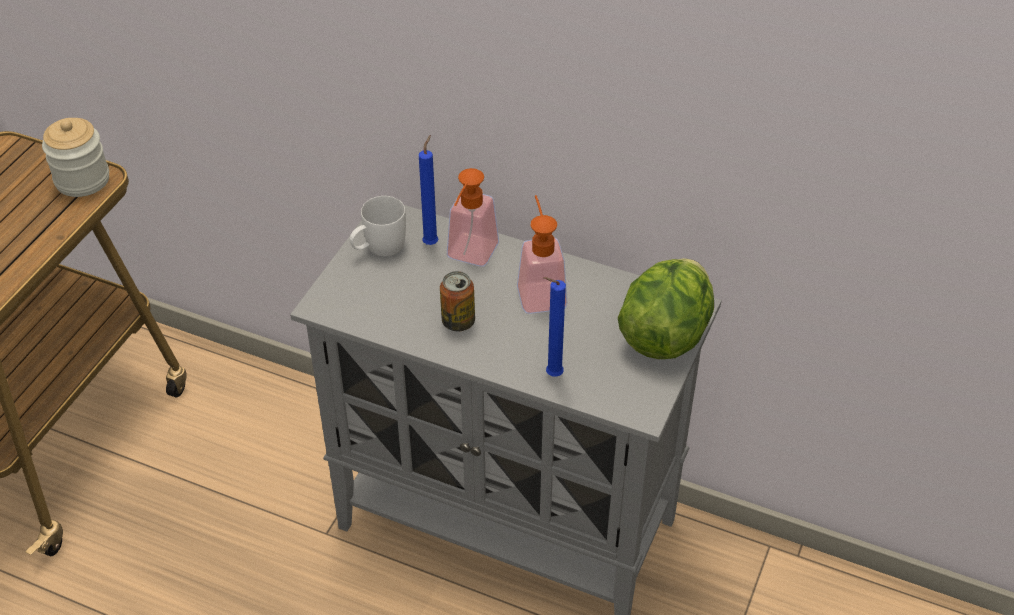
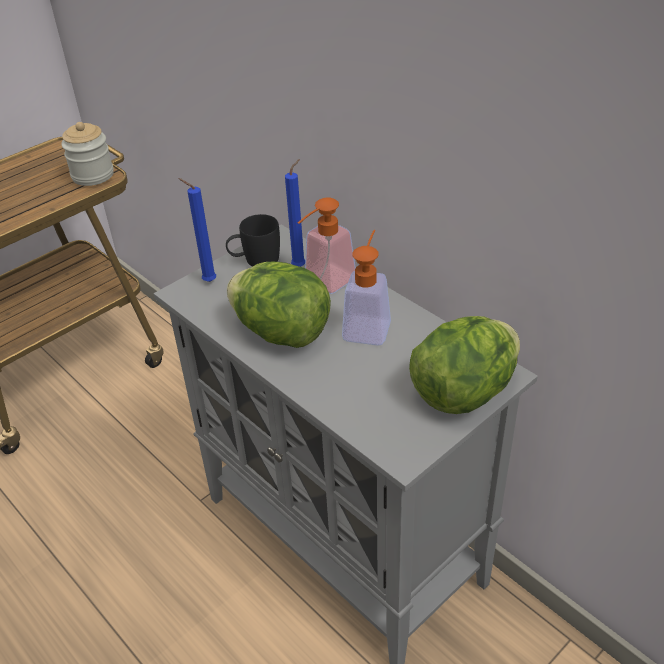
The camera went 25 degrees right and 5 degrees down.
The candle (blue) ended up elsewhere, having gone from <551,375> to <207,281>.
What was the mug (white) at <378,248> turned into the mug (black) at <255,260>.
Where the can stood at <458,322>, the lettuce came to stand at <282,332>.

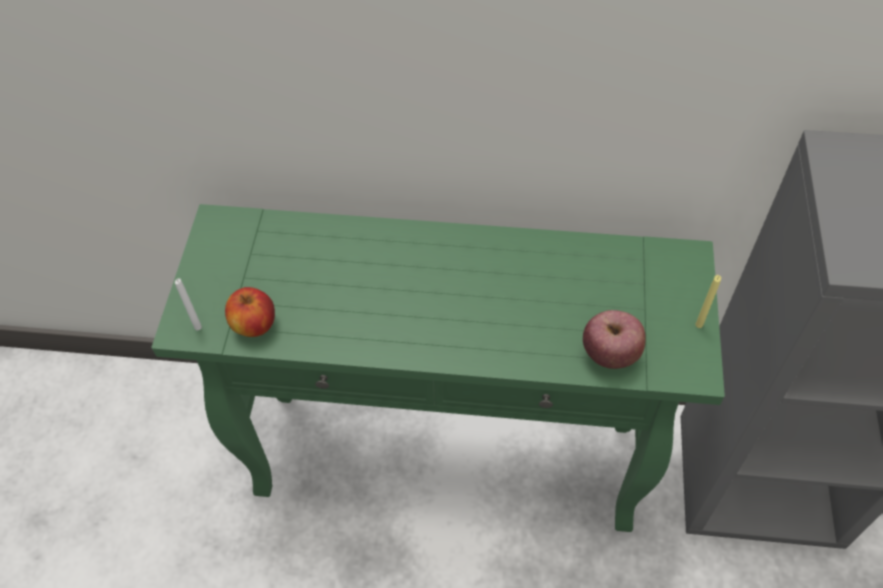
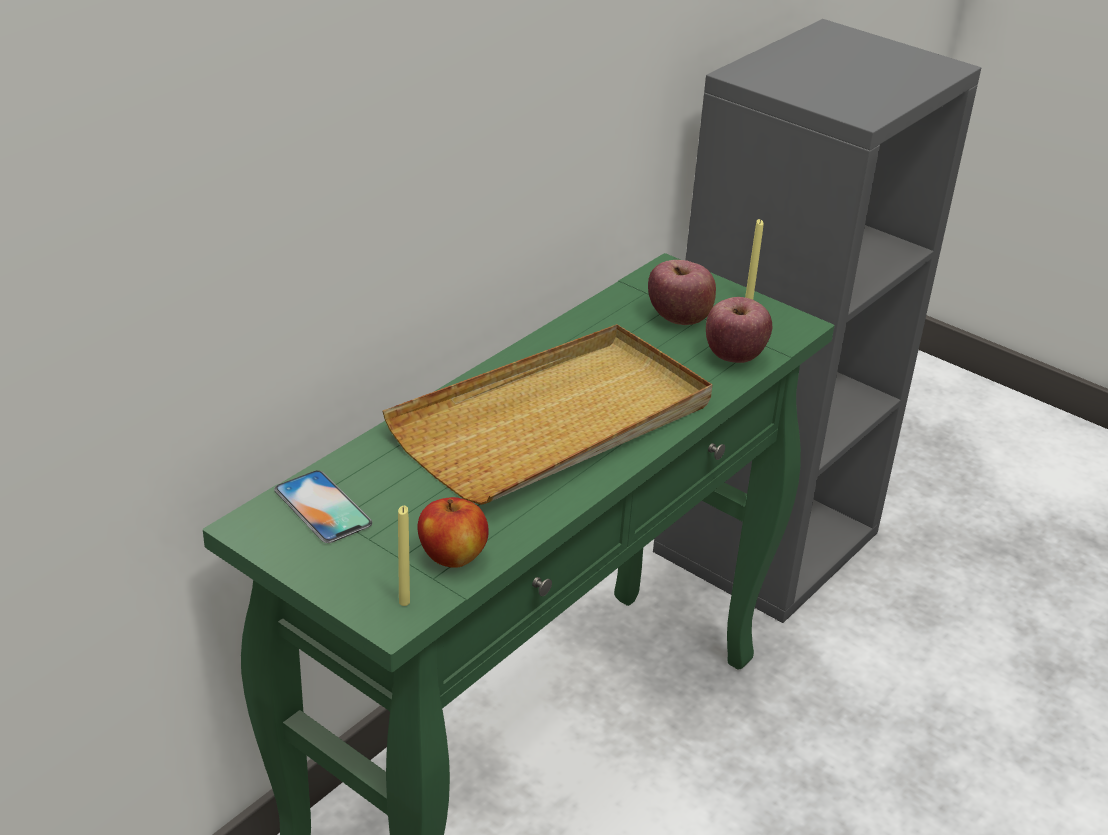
The camera went 60 degrees left and 20 degrees down.
The second view gained the phone at <322,507>.
The second view gained the tray (beige) at <555,422>.
What was the candle (white) at <198,327> turned into the candle (yellow) at <404,602>.
The second view gained the apple at <679,318>.

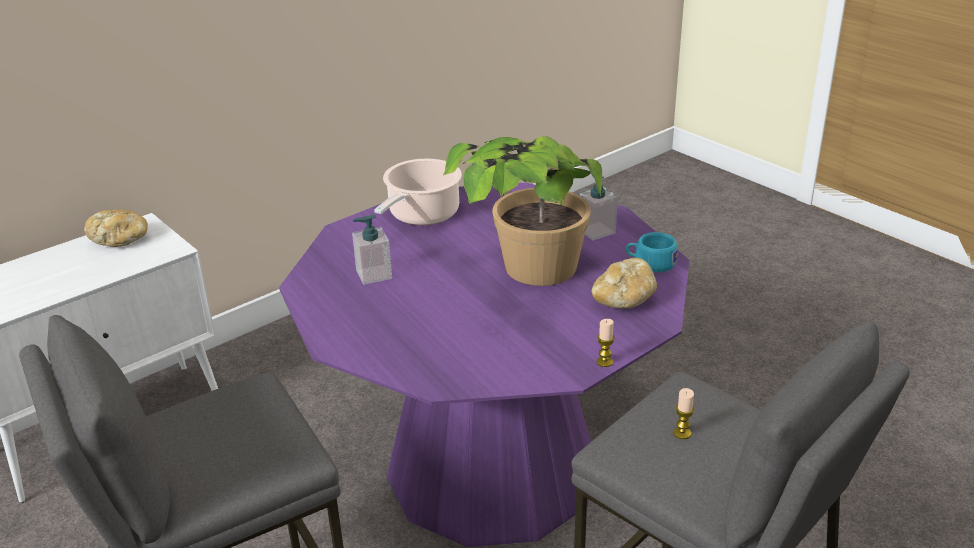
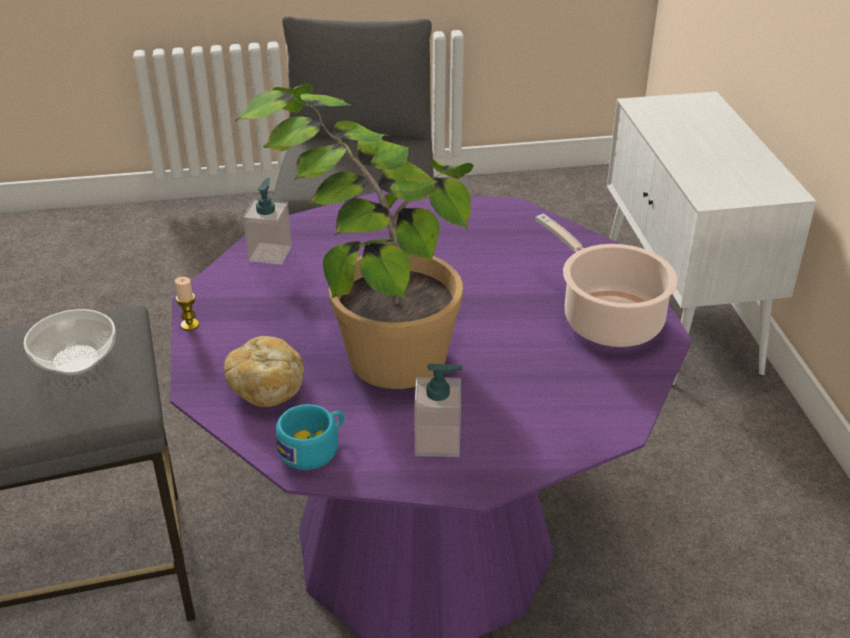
The camera went 120 degrees right and 5 degrees up.
Where the candle stood at <682,433>, the bowl came to stand at <77,360>.
The soap dispenser ended up elsewhere, having gone from <373,274> to <270,253>.
The second view lost the bread at <120,240>.

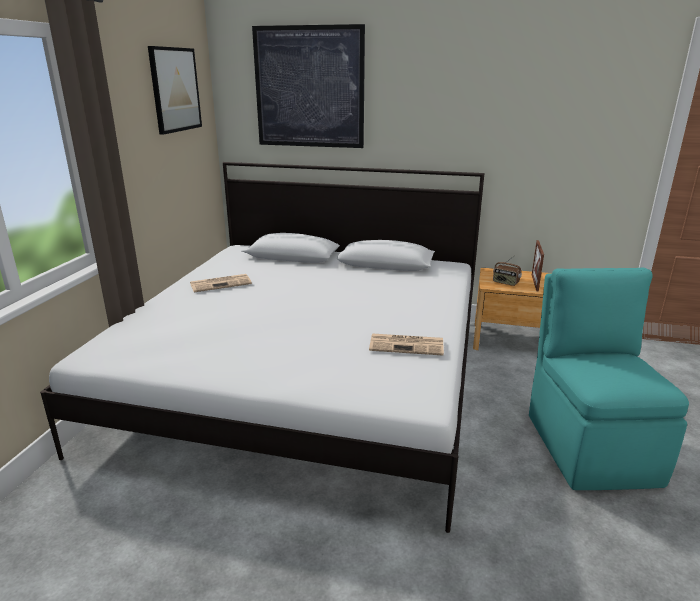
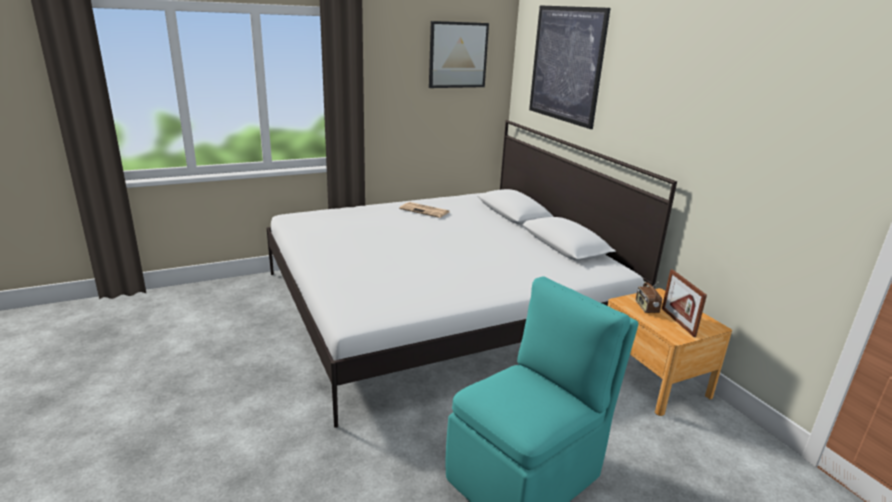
The camera went 50 degrees right and 0 degrees up.
The picture frame at <534,282> ended up facing another way, 75 degrees counterclockwise from before.
The second view lost the newspaper at <407,345>.

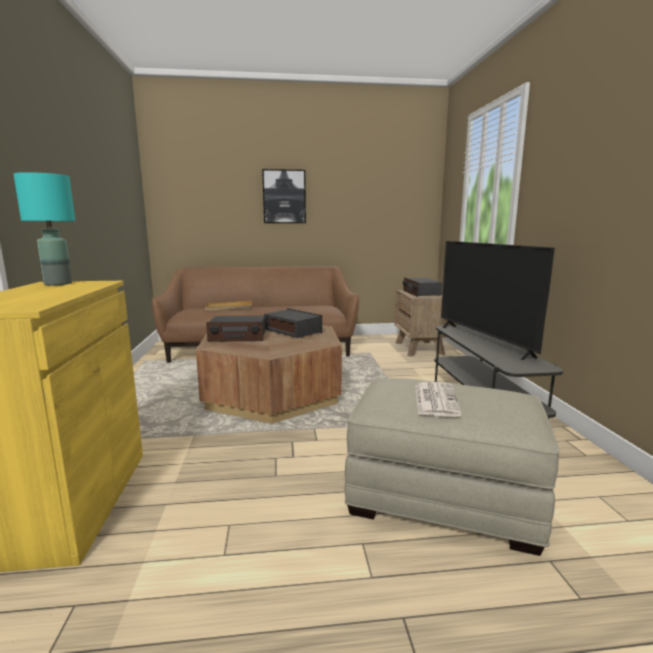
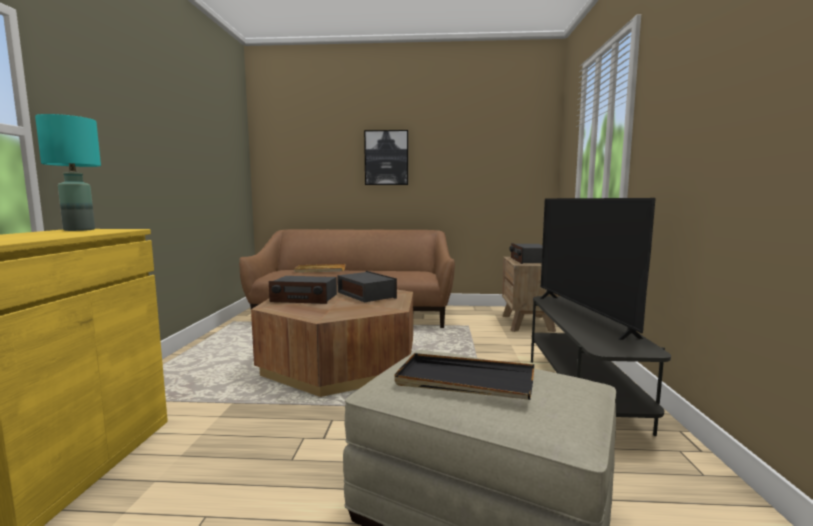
The camera went 10 degrees right and 5 degrees down.
Where the newspaper stood at <435,399>, the tray (black) came to stand at <464,381>.

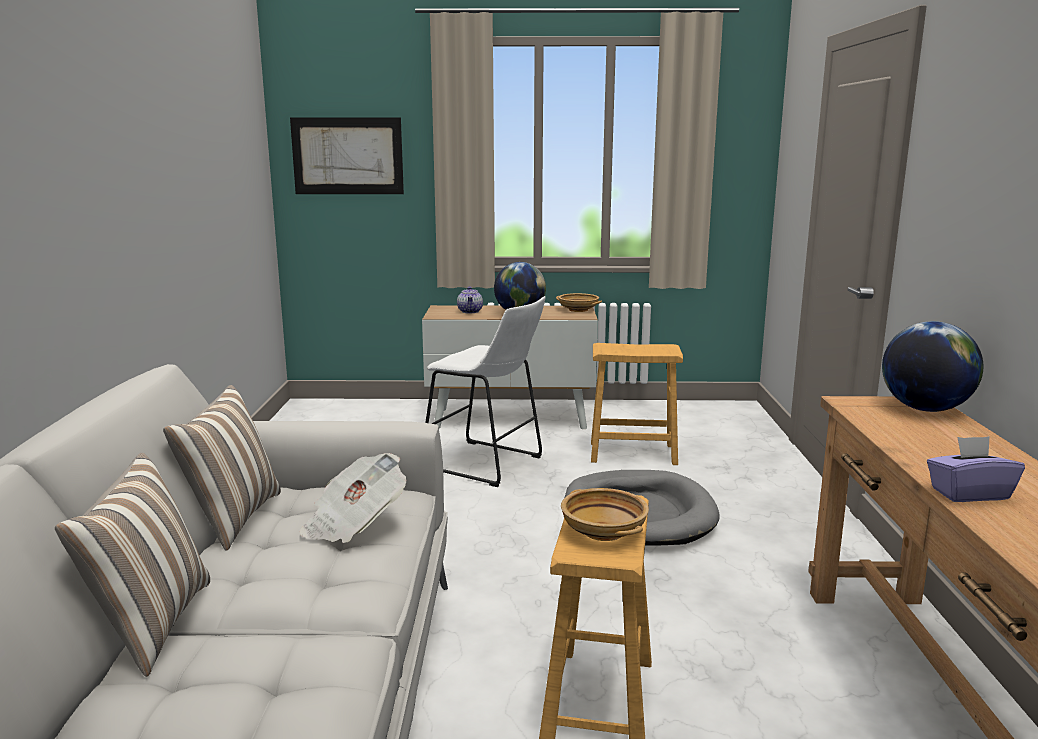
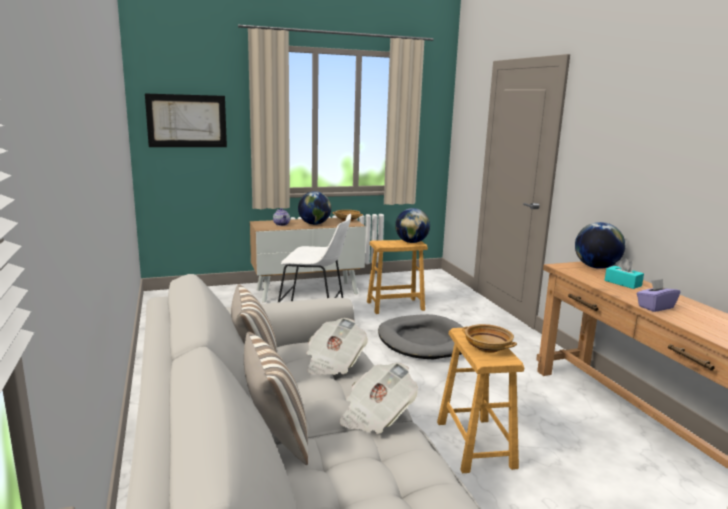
The camera went 20 degrees left and 0 degrees up.
The second view gained the newspaper at <376,415>.
The second view gained the globe at <411,242>.
The second view gained the tissue box (turquoise) at <622,283>.

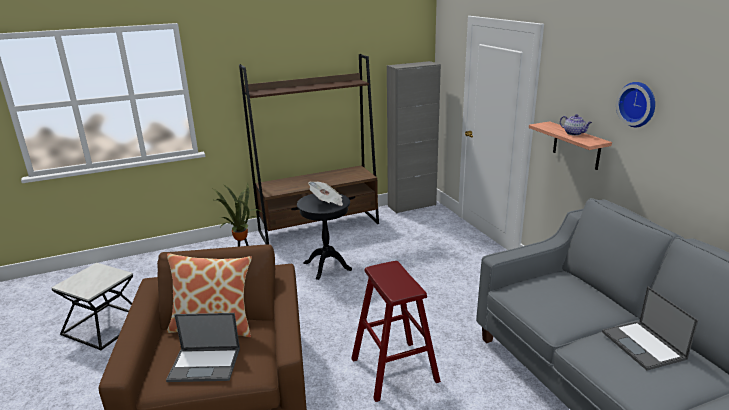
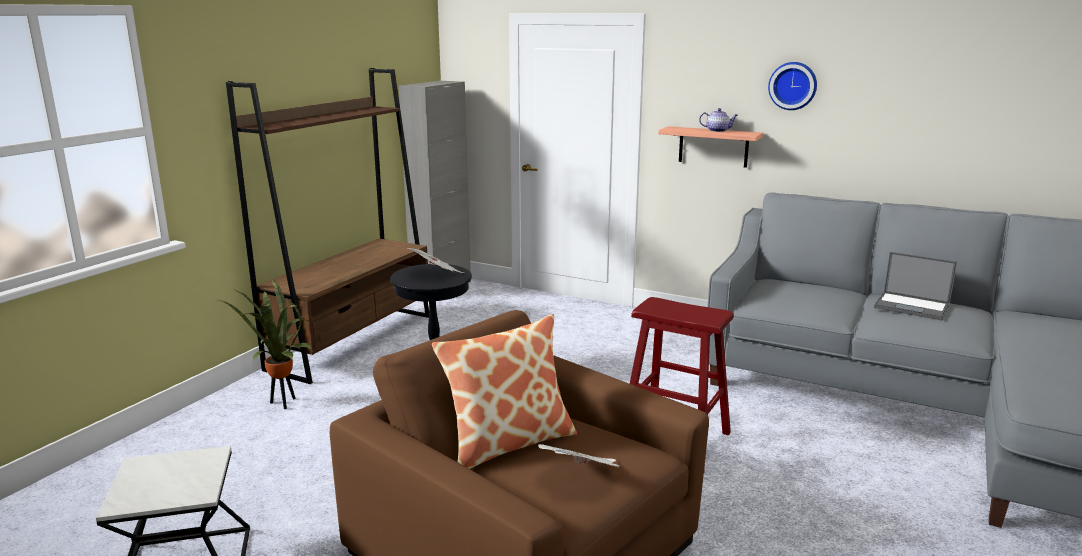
The camera went 40 degrees left and 5 degrees down.
Where the laptop stood at <205,364>, the newspaper came to stand at <582,475>.

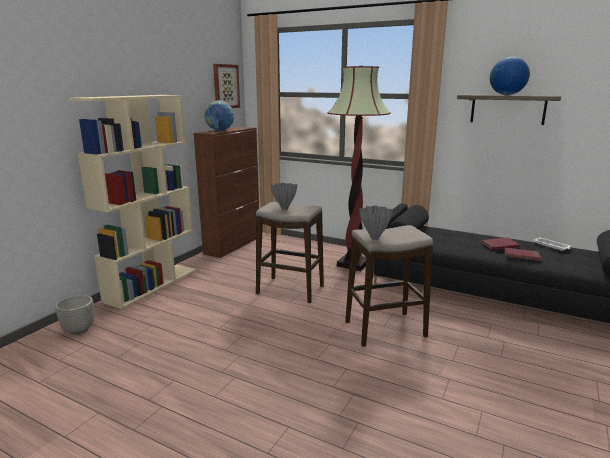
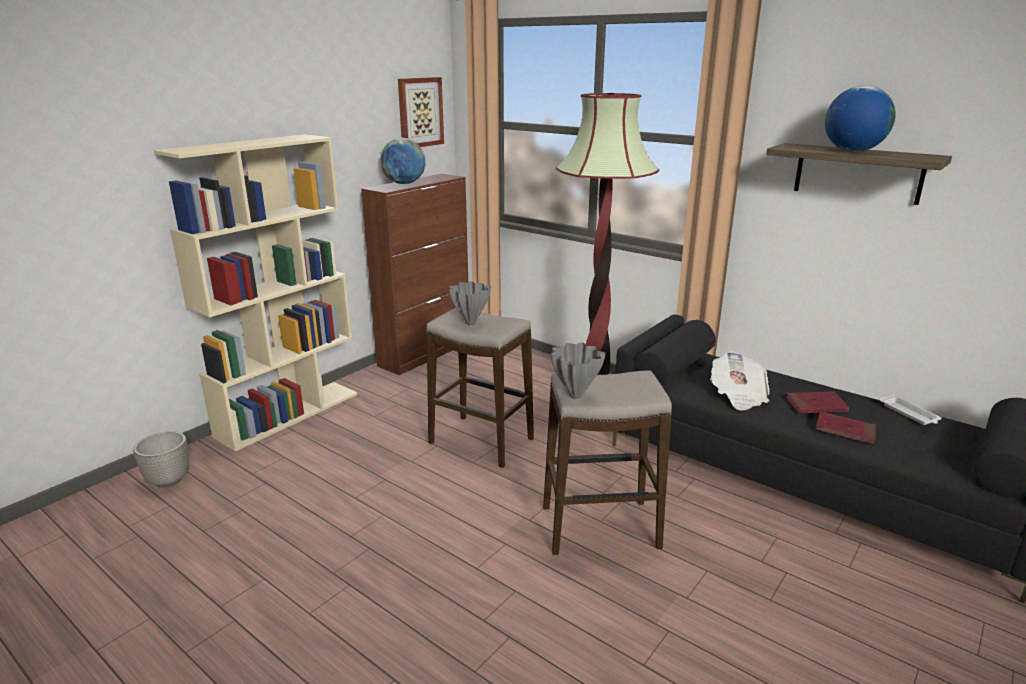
The camera went 10 degrees right and 5 degrees up.
The second view gained the newspaper at <738,396>.

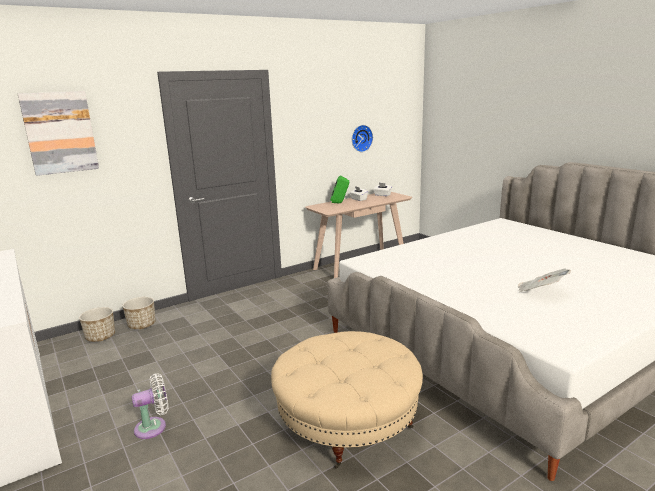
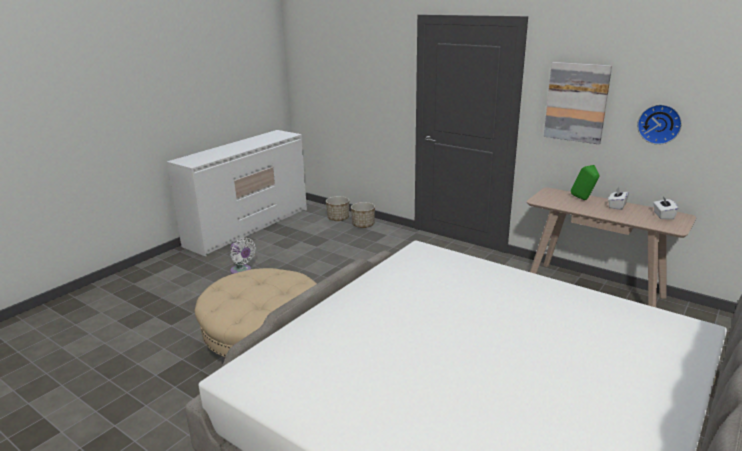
The camera went 70 degrees right and 5 degrees up.
The picture ended up elsewhere, having gone from <60,132> to <576,102>.
The second view lost the newspaper at <540,292>.

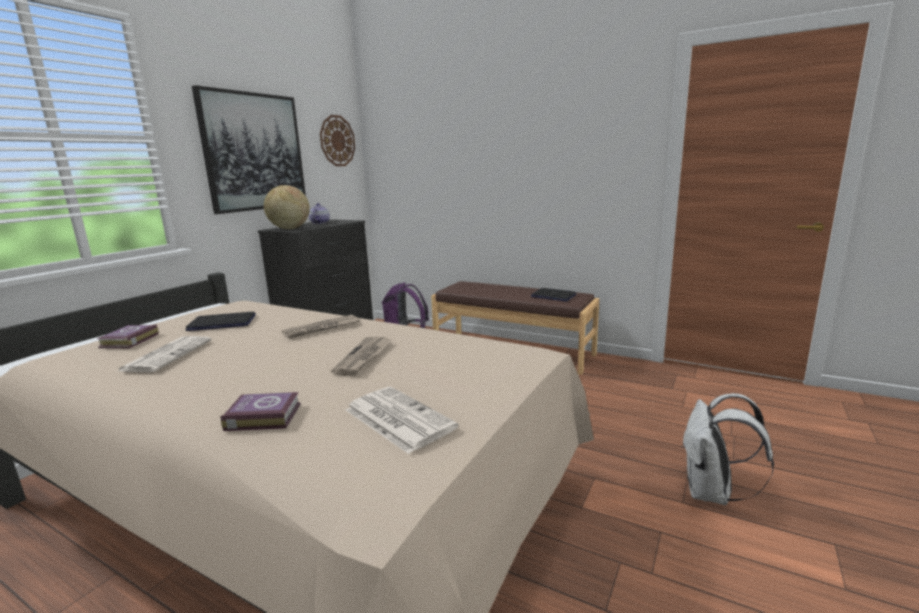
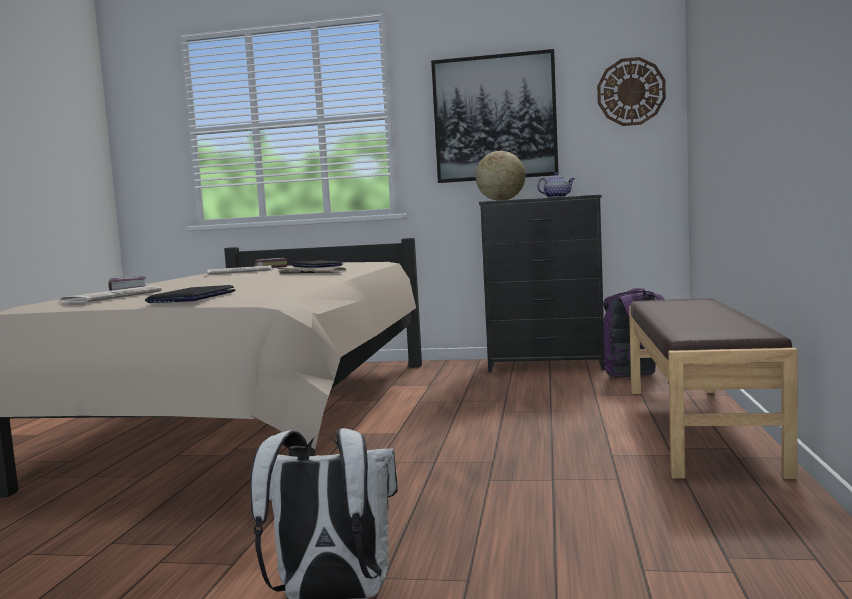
The camera went 70 degrees right and 10 degrees down.
The laptop ended up elsewhere, having gone from <553,296> to <192,297>.
The second view lost the newspaper at <364,357>.

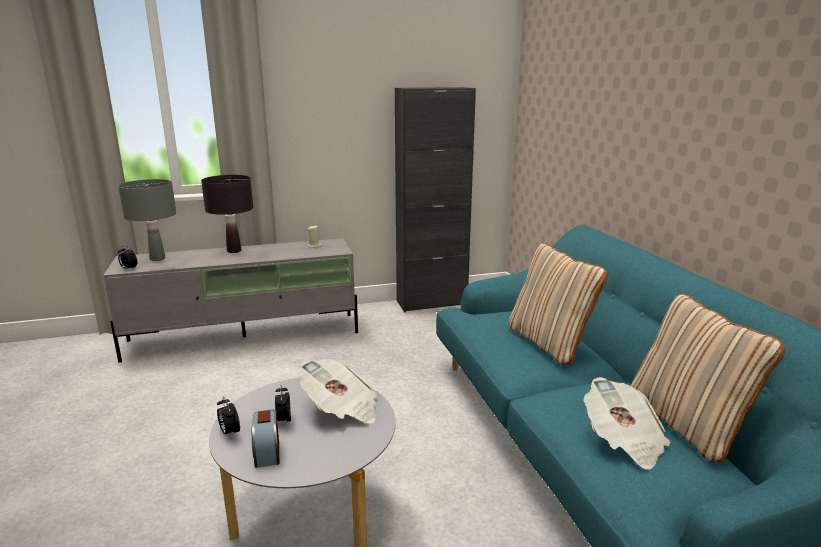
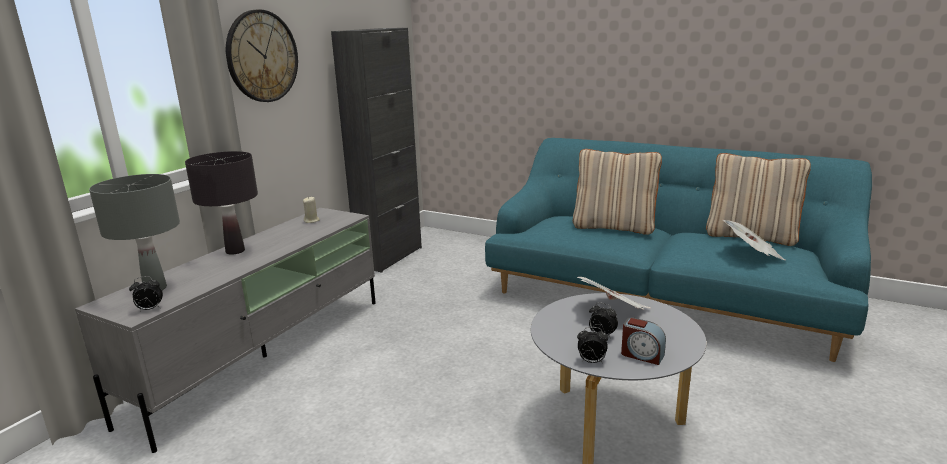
The camera went 45 degrees left and 0 degrees up.
The second view gained the wall clock at <262,56>.

